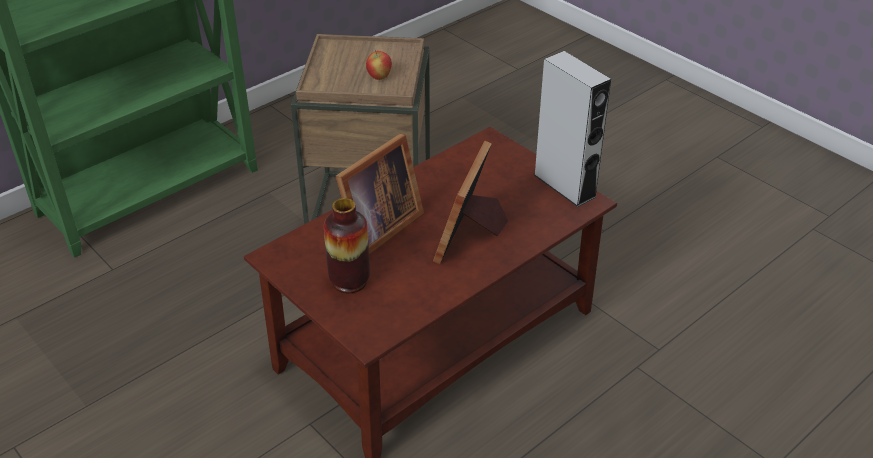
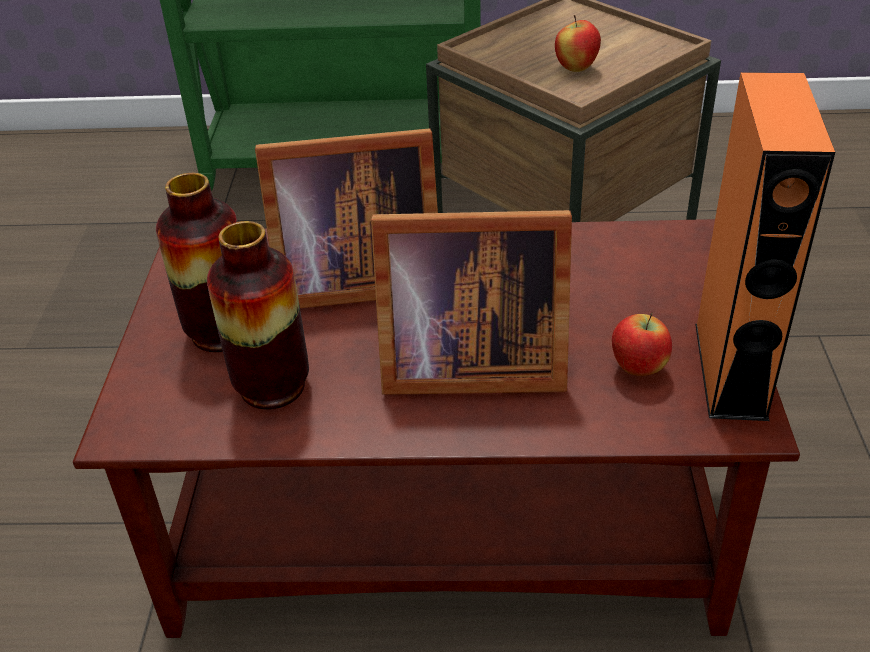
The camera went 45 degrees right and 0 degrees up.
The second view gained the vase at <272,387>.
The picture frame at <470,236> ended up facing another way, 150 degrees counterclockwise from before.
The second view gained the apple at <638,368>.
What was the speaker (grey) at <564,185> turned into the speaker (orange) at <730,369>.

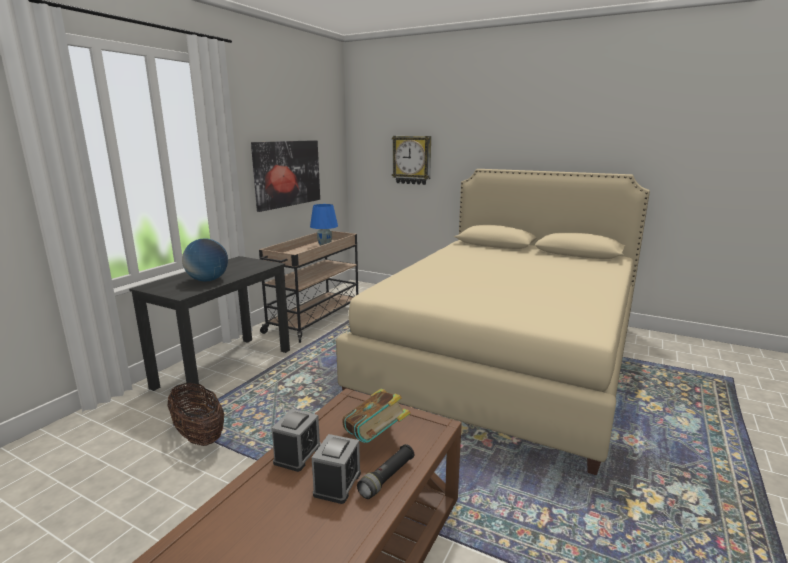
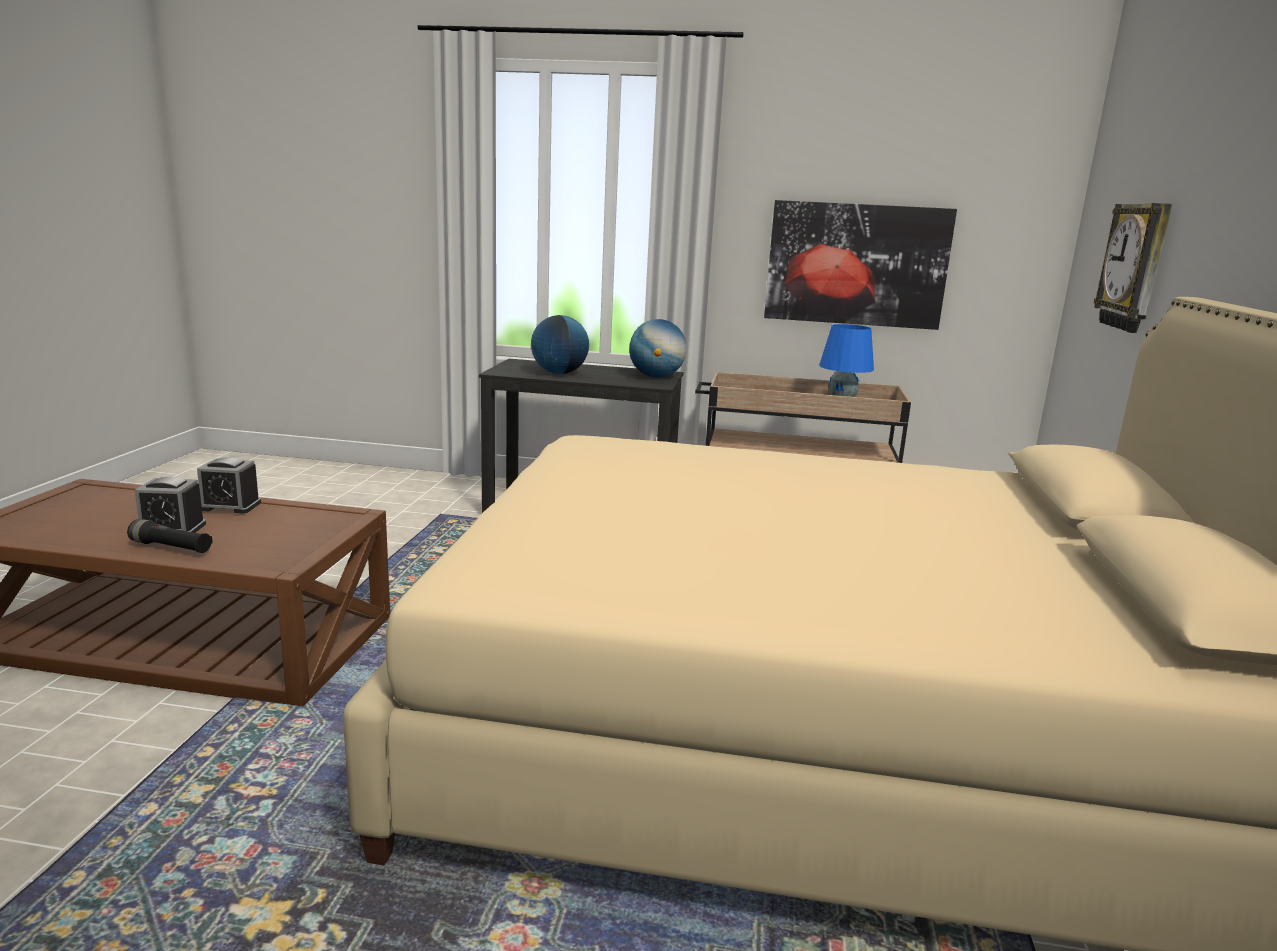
The camera went 70 degrees right and 0 degrees up.
The second view gained the globe at <656,377>.
The second view lost the basket at <199,435>.
The second view lost the book at <375,438>.

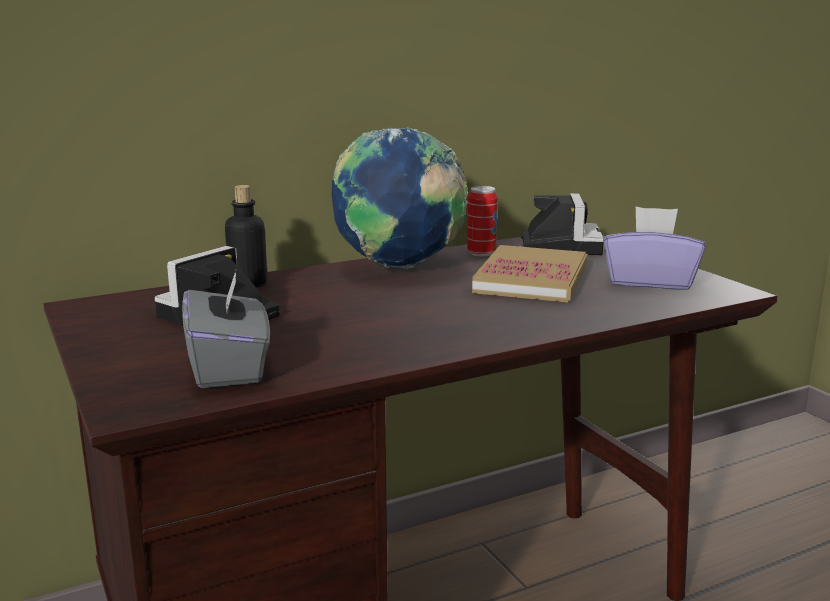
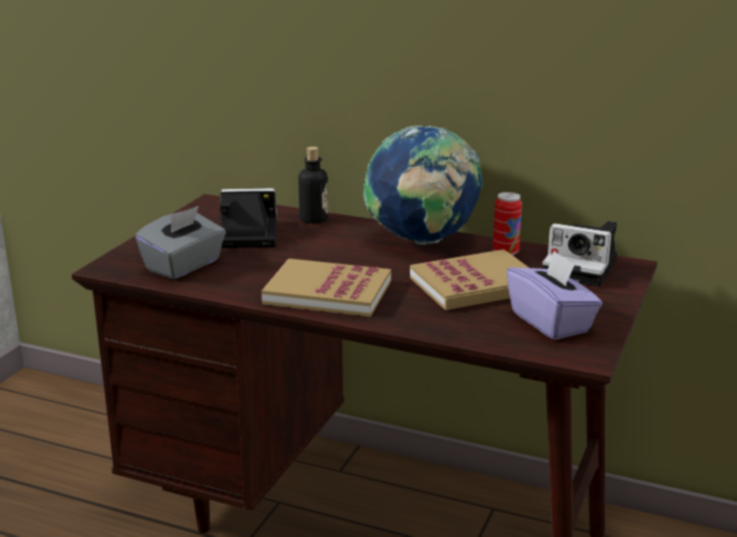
The camera went 50 degrees right and 5 degrees up.
The second view gained the book at <328,292>.
The photo camera at <559,245> ended up facing another way, 60 degrees clockwise from before.

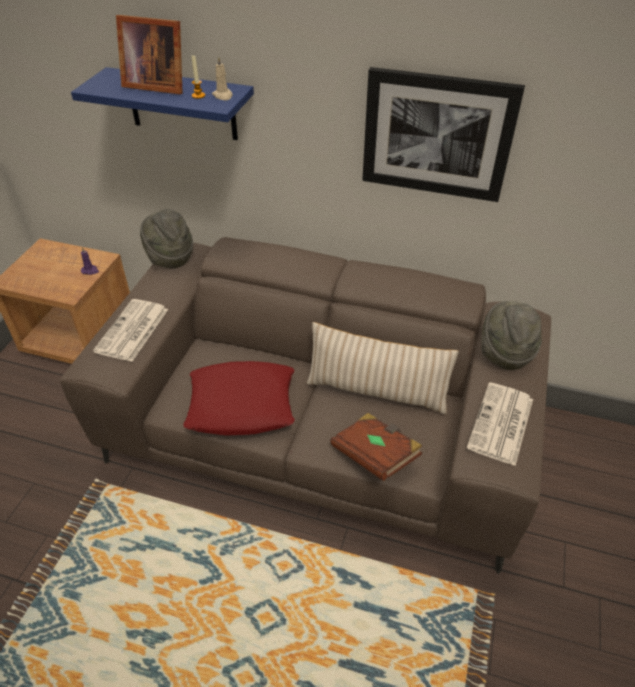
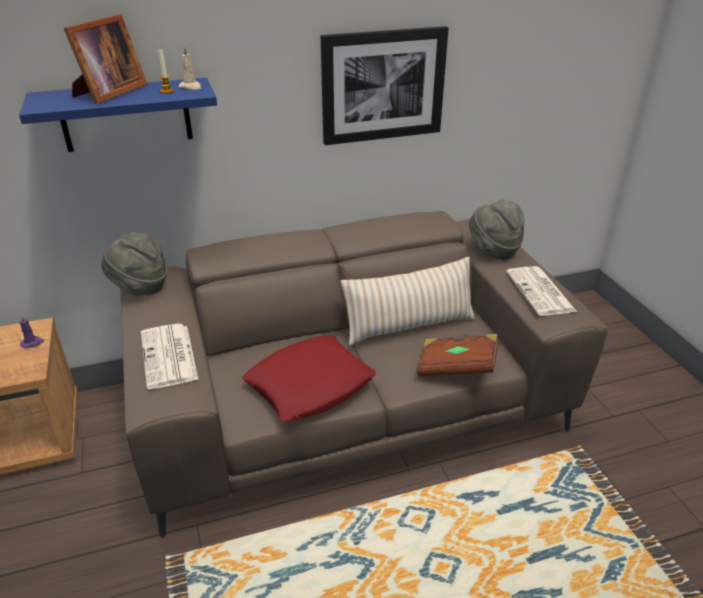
The camera went 35 degrees left and 10 degrees down.
The picture frame at <155,85> ended up facing another way, 45 degrees counterclockwise from before.

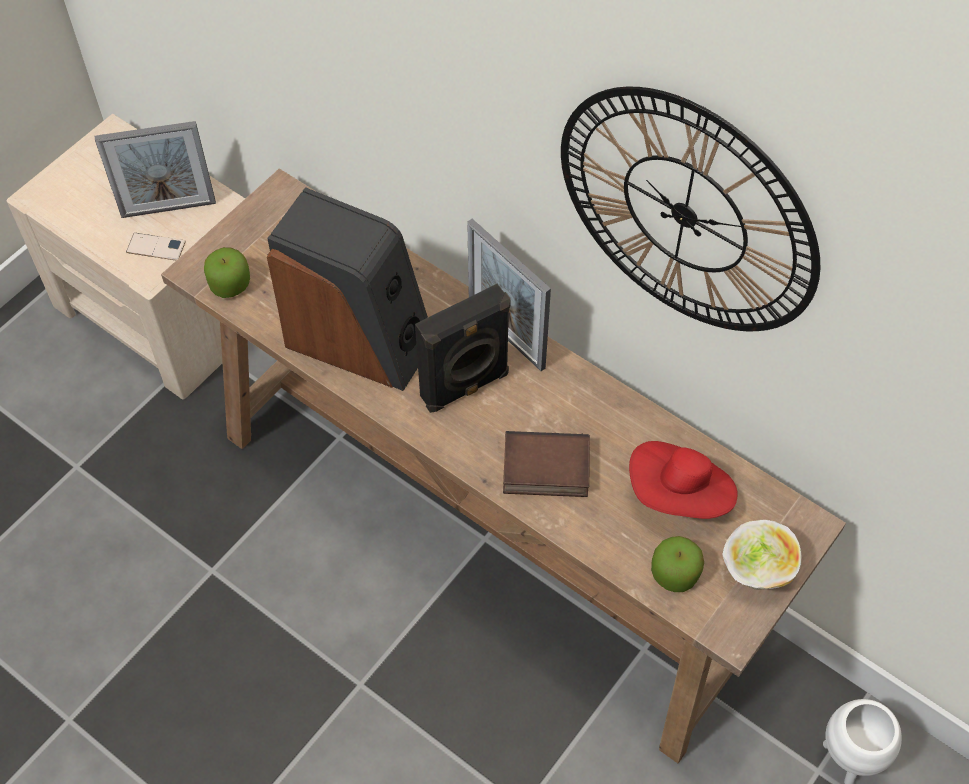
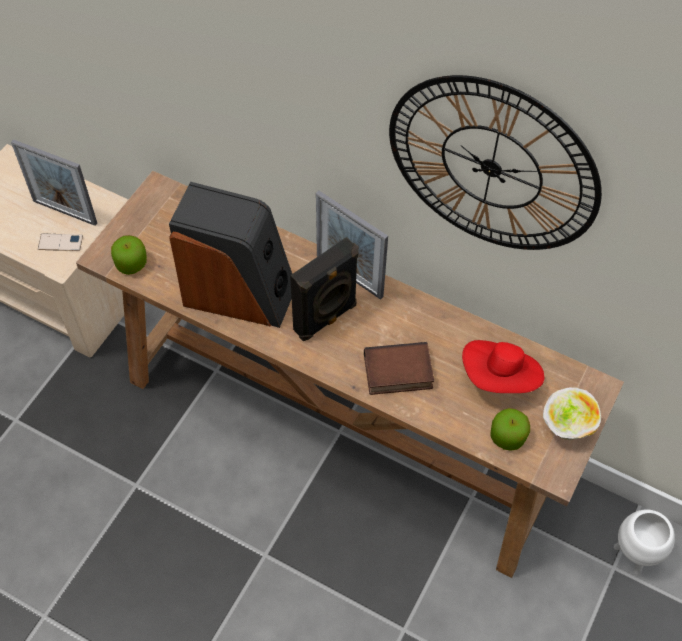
The camera went 10 degrees left and 0 degrees up.
The picture frame at <168,209> ended up facing another way, 45 degrees clockwise from before.

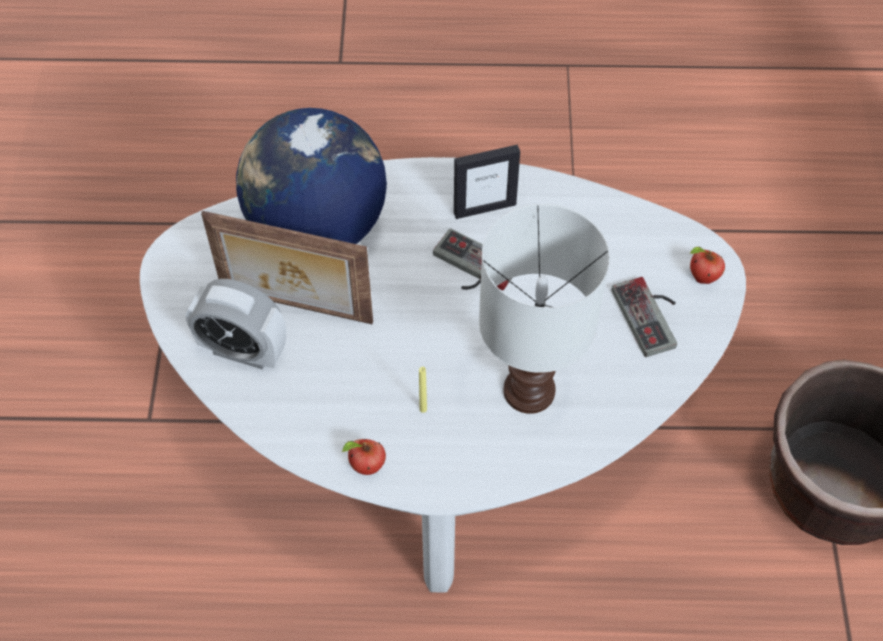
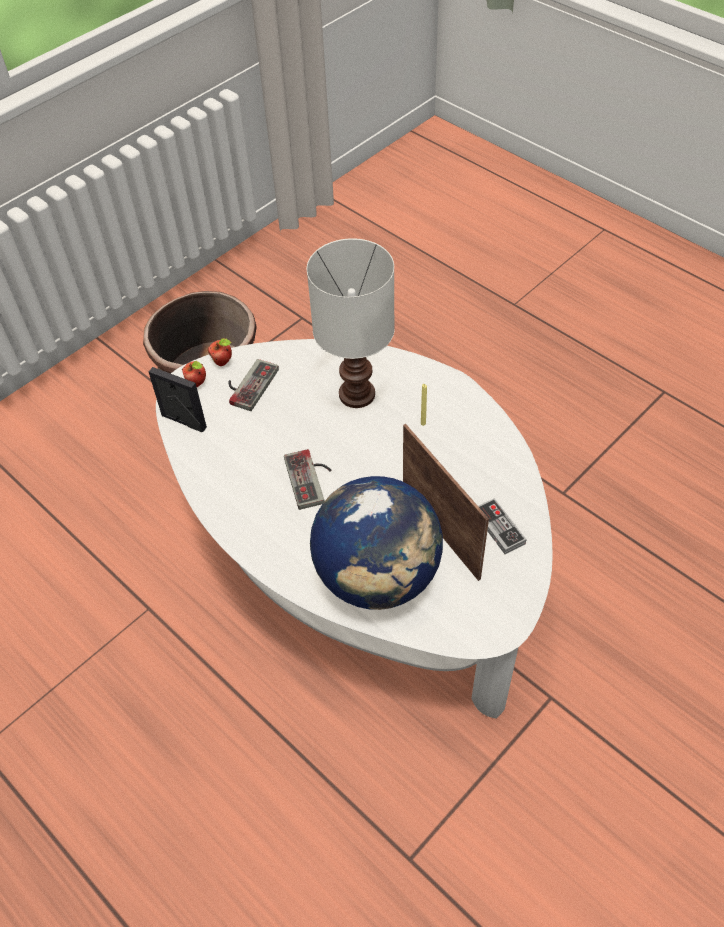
The camera went 135 degrees left and 5 degrees down.
The picture frame ended up elsewhere, having gone from <484,208> to <183,422>.
The apple ended up elsewhere, having gone from <366,467> to <223,362>.
Where the alarm clock stood at <243,350>, the game controller came to stand at <499,528>.

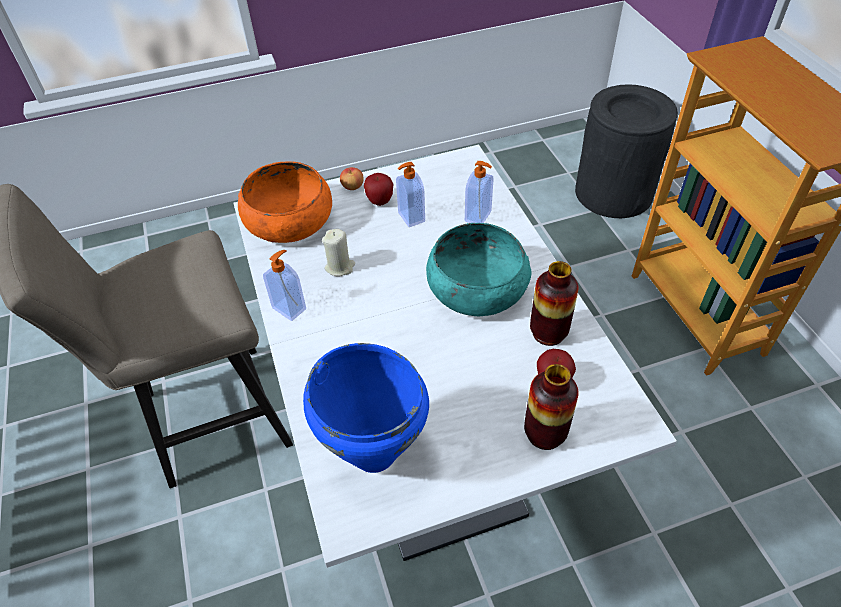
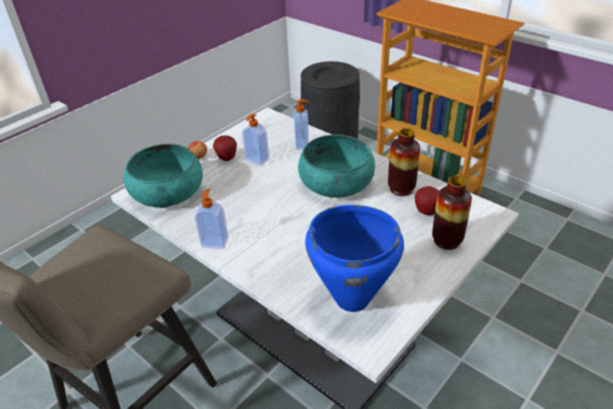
The camera went 30 degrees left and 10 degrees down.
What was the bowl (orange) at <289,221> turned into the bowl (turquoise) at <167,191>.
The second view lost the candle (beige) at <340,267>.

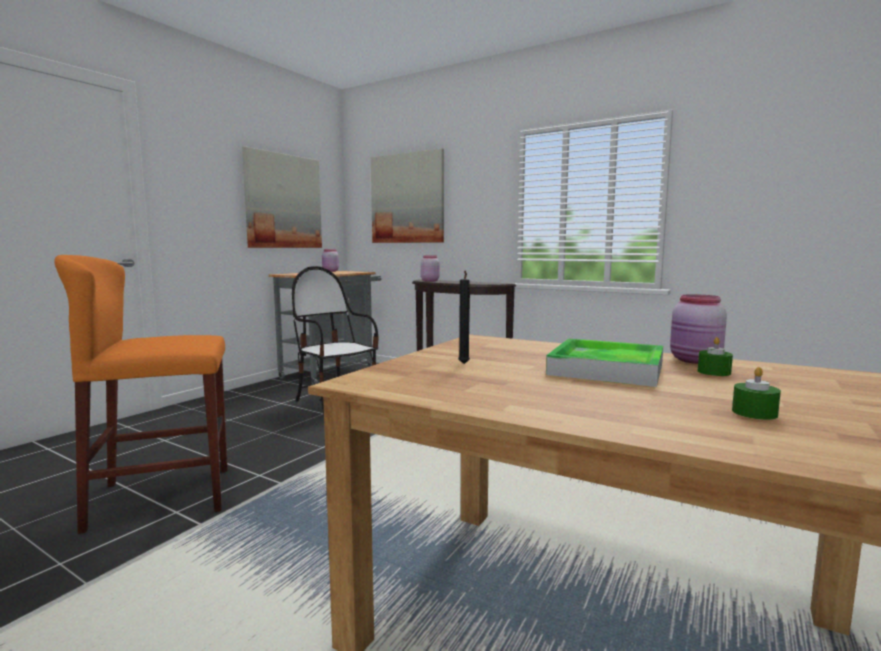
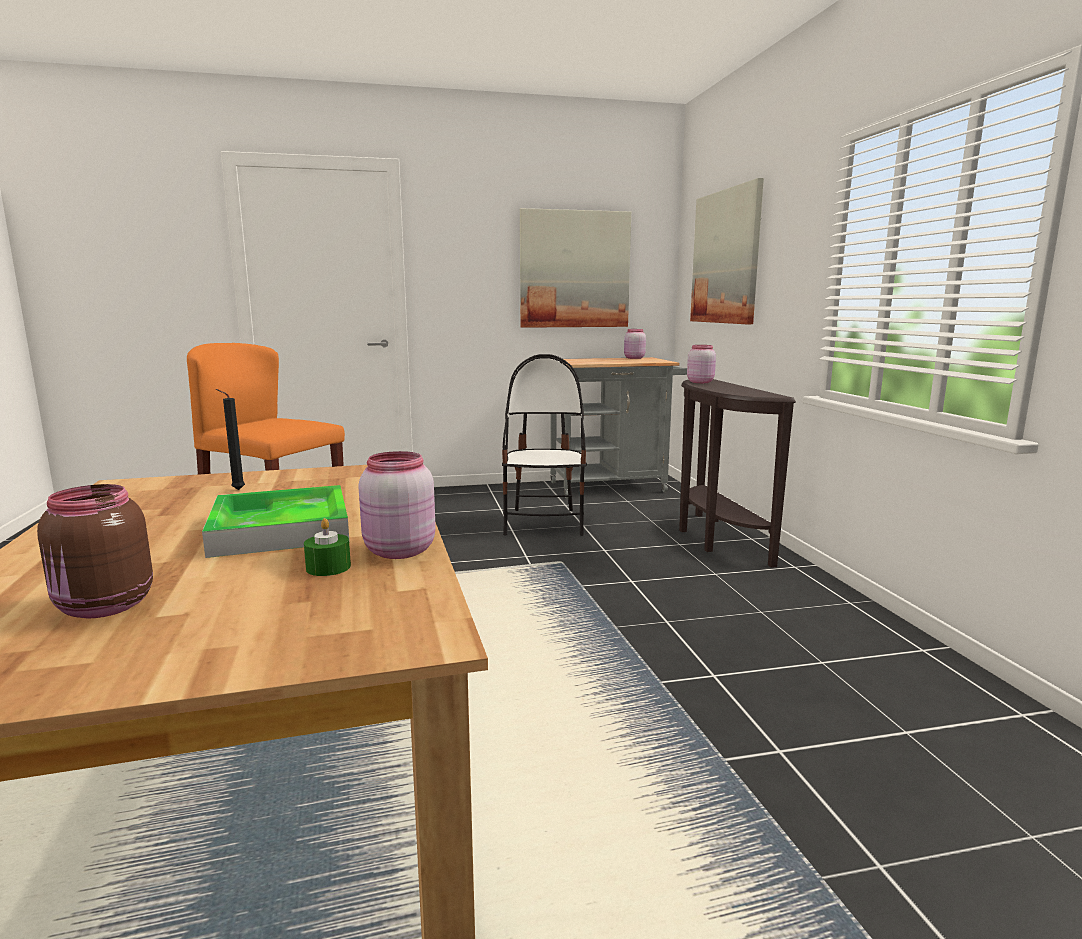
The camera went 45 degrees right and 5 degrees up.
Where the candle (green) stood at <754,413>, the jar (brown) came to stand at <104,607>.

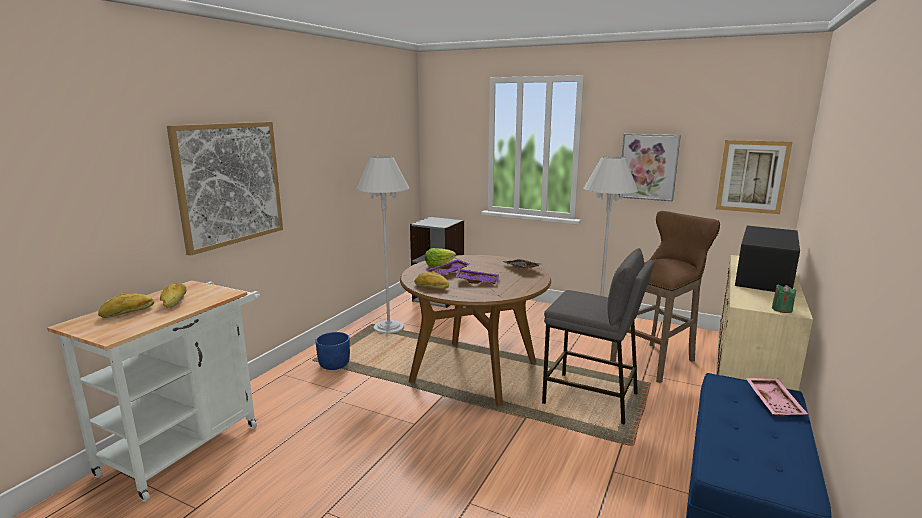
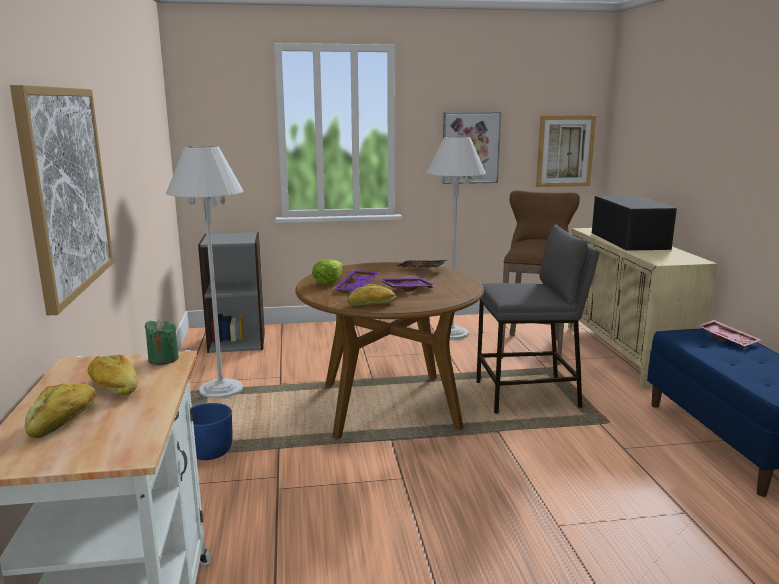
The camera went 35 degrees left and 0 degrees up.
The candle (green) ended up elsewhere, having gone from <782,309> to <163,359>.

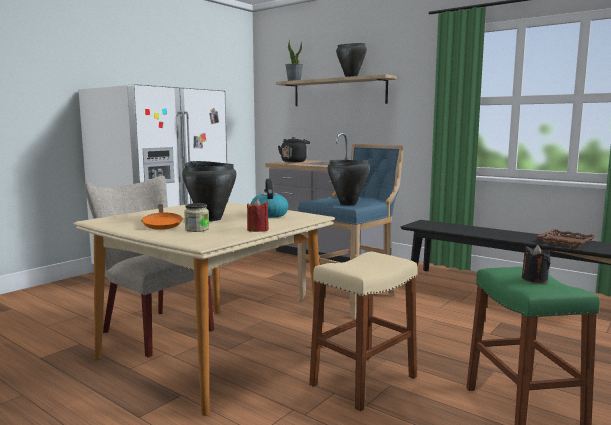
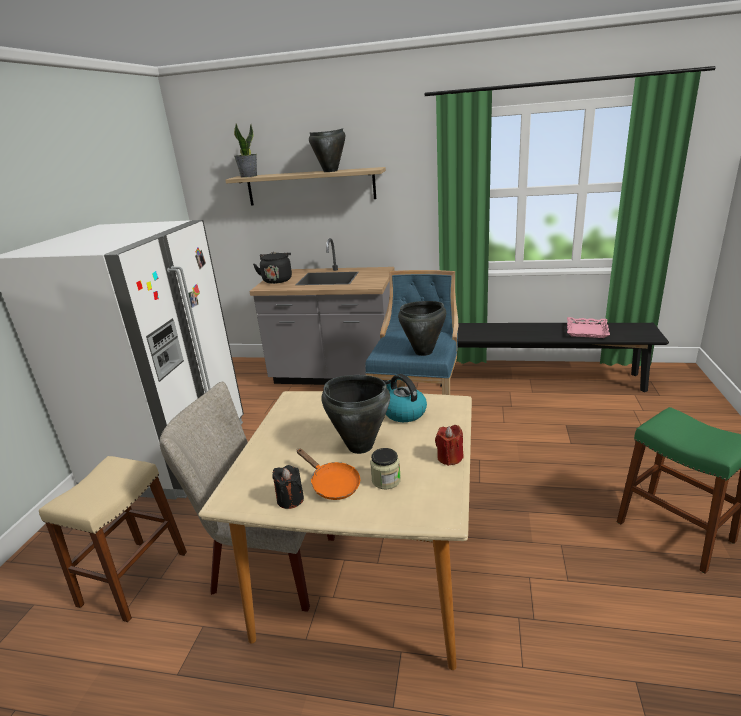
The camera went 25 degrees left and 15 degrees up.
The stool (beige) ended up elsewhere, having gone from <363,381> to <134,578>.
The candle (black) ended up elsewhere, having gone from <534,279> to <290,499>.
What was the tray (brown) at <565,242> turned into the tray (pink) at <586,331>.

